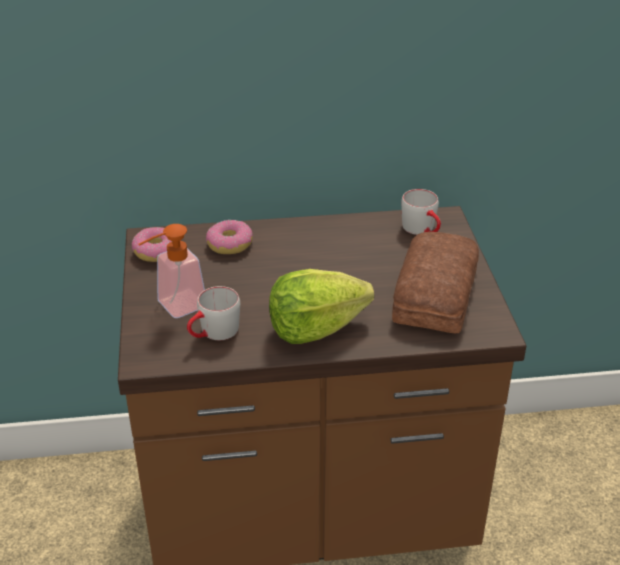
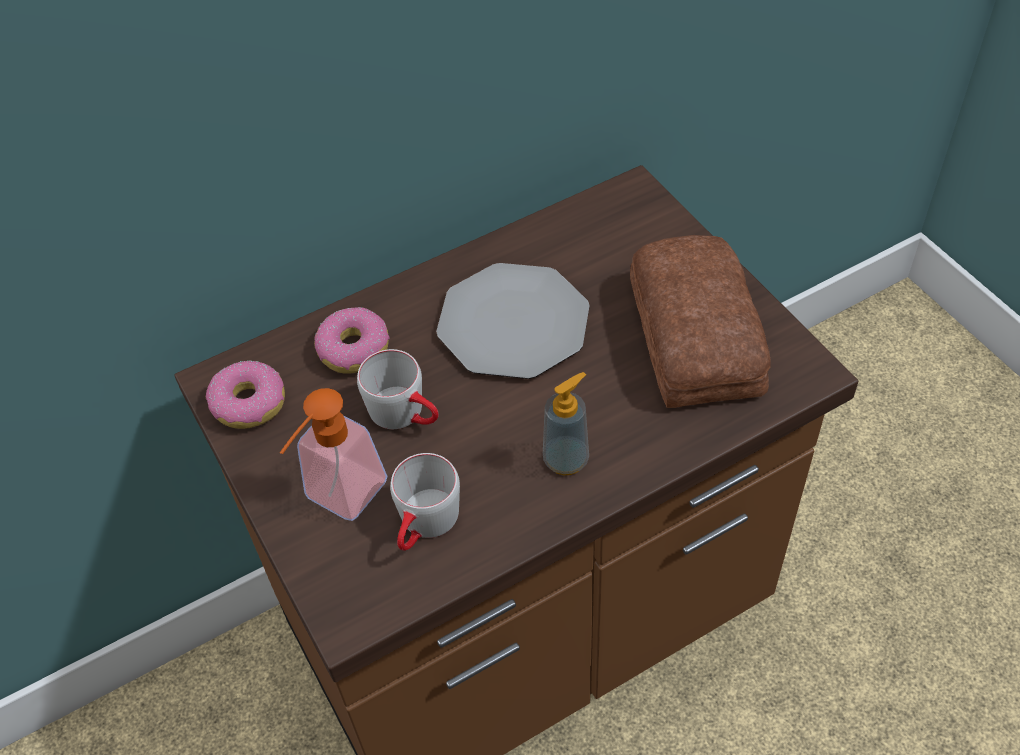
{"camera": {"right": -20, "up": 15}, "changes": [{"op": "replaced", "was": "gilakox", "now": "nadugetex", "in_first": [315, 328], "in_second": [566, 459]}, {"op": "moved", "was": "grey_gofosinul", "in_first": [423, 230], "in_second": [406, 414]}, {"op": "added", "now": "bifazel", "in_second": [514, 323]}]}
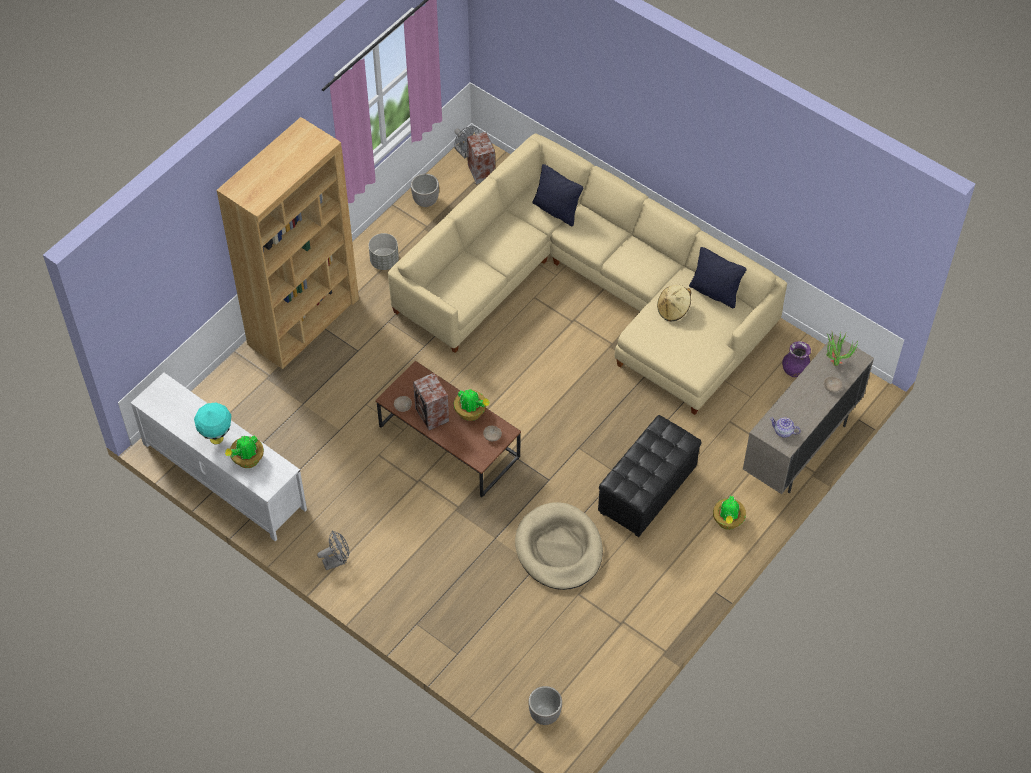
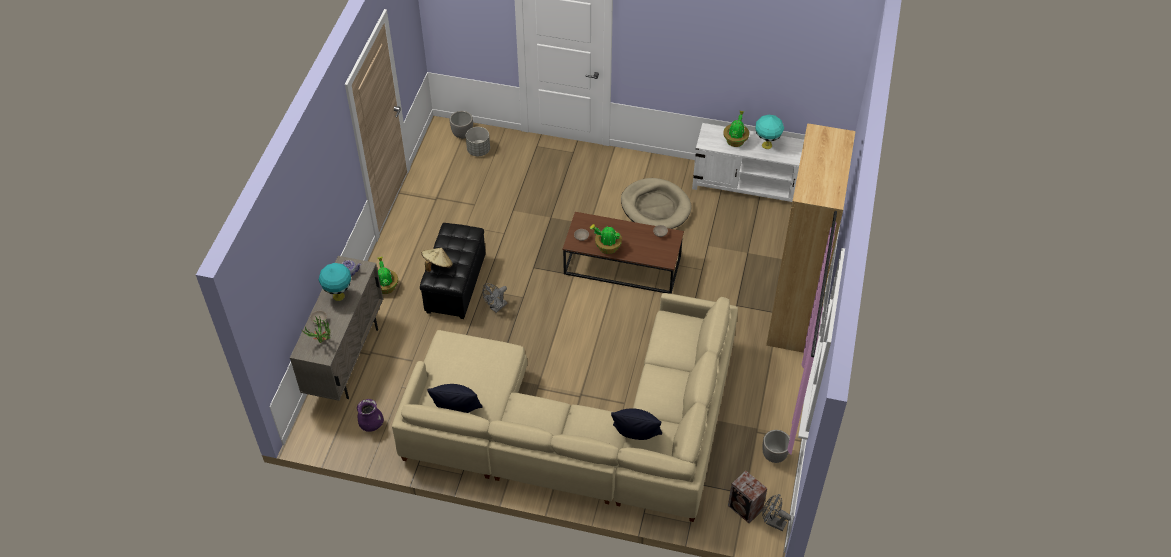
{"camera": {"right": 155, "up": -5}, "changes": [{"op": "moved", "was": "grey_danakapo", "in_first": [337, 561], "in_second": [496, 307]}, {"op": "moved", "was": "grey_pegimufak", "in_first": [384, 261], "in_second": [478, 150]}, {"op": "removed", "was": "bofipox", "in_first": [432, 416]}, {"op": "moved", "was": "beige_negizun", "in_first": [559, 549], "in_second": [655, 207]}, {"op": "moved", "was": "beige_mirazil", "in_first": [673, 310], "in_second": [437, 265]}, {"op": "added", "now": "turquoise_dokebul", "in_second": [339, 296]}]}
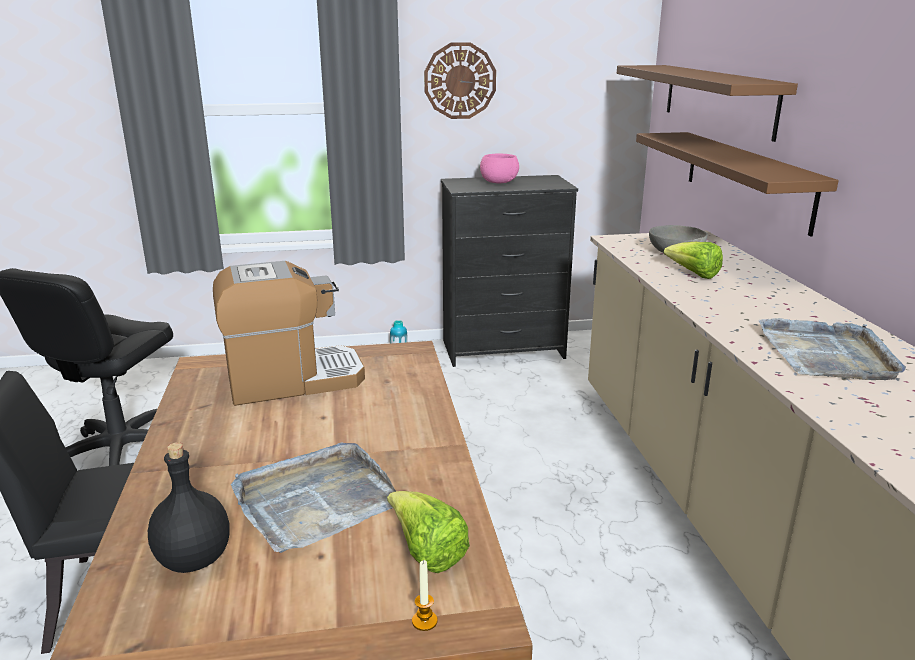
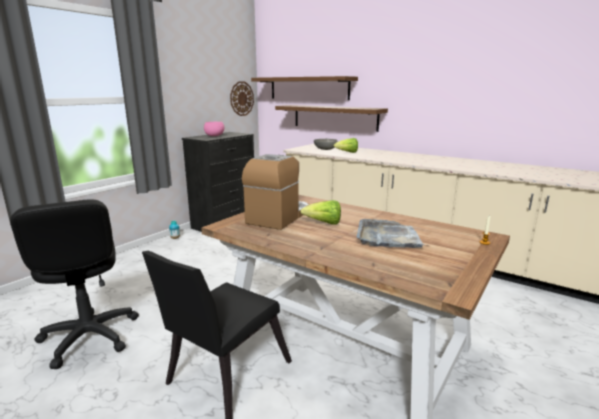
{"camera": {"right": -45, "up": -5}, "changes": [{"op": "removed", "was": "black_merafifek", "in_first": [194, 560]}, {"op": "moved", "was": "gilakox", "in_first": [426, 552], "in_second": [324, 223]}, {"op": "moved", "was": "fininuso", "in_first": [460, 81], "in_second": [241, 98]}, {"op": "removed", "was": "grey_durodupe", "in_first": [828, 354]}]}
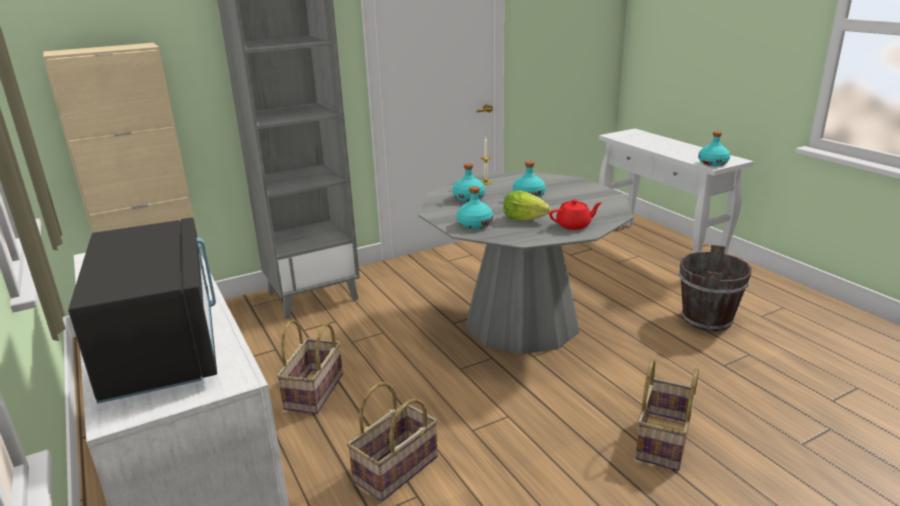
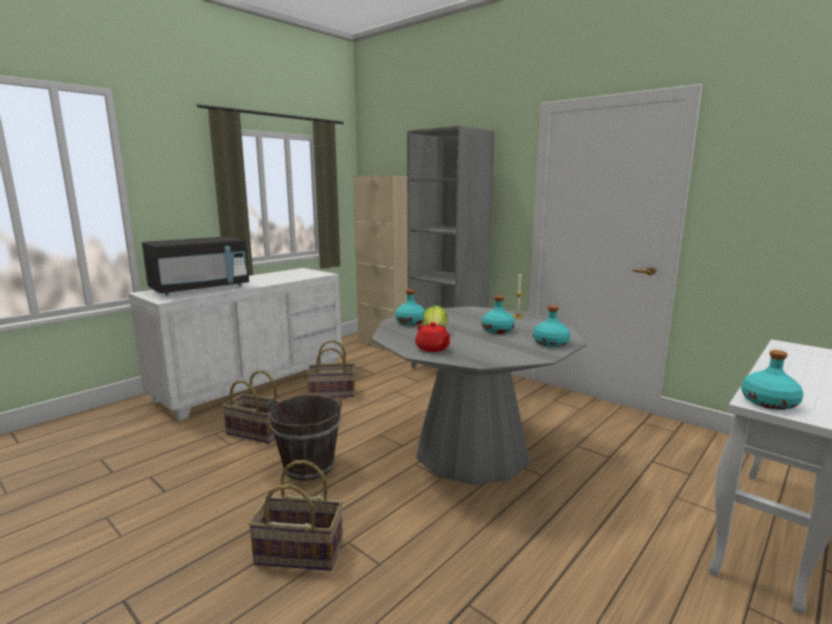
{"camera": {"right": 70, "up": -10}, "changes": [{"op": "moved", "was": "turquoise_merafifek", "in_first": [469, 198], "in_second": [550, 343]}, {"op": "moved", "was": "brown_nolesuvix", "in_first": [707, 319], "in_second": [308, 467]}]}
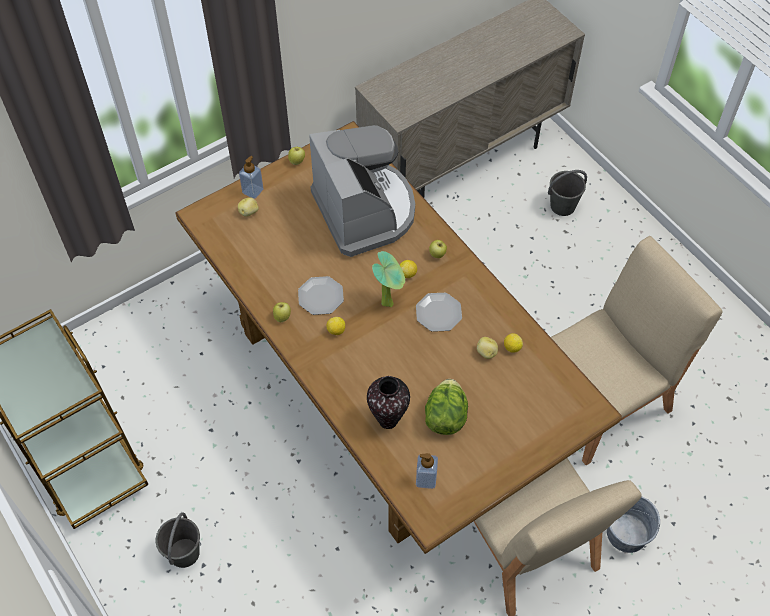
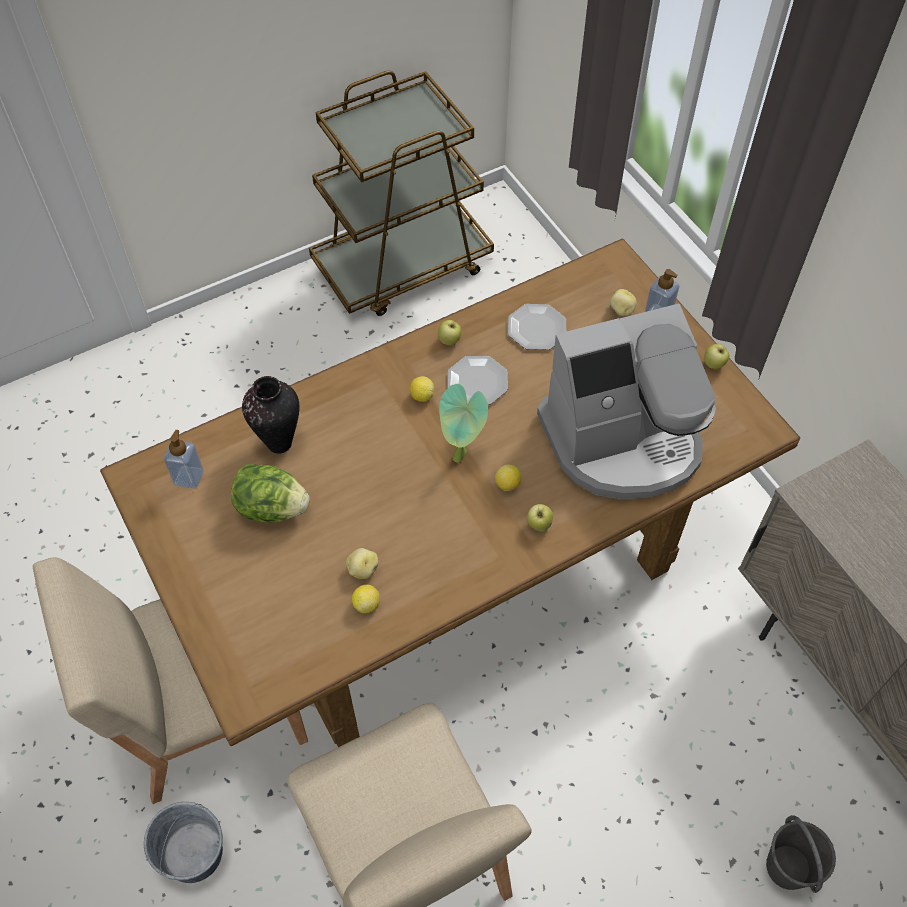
{"camera": {"right": 95, "up": 0}, "changes": [{"op": "removed", "was": "grey_nolesuvix", "in_first": [184, 552]}, {"op": "moved", "was": "bifazel", "in_first": [438, 313], "in_second": [537, 328]}]}
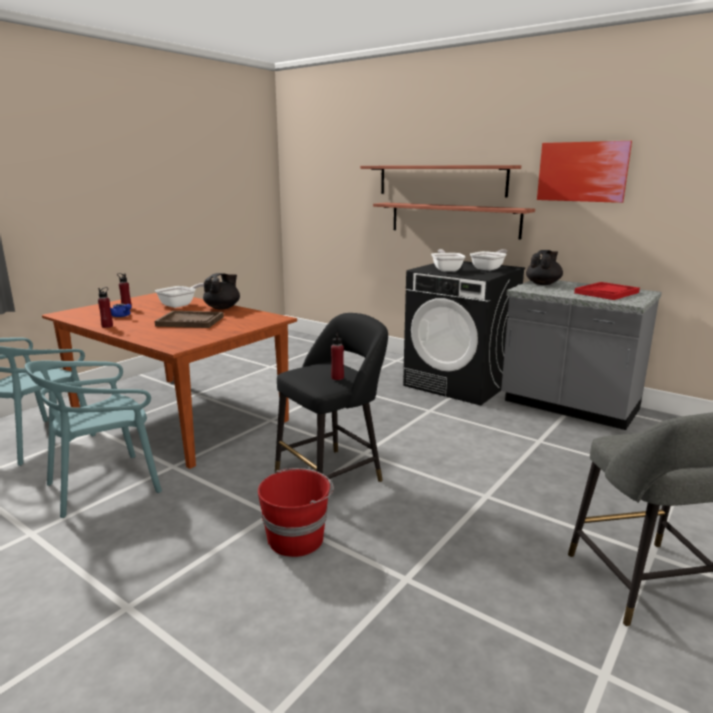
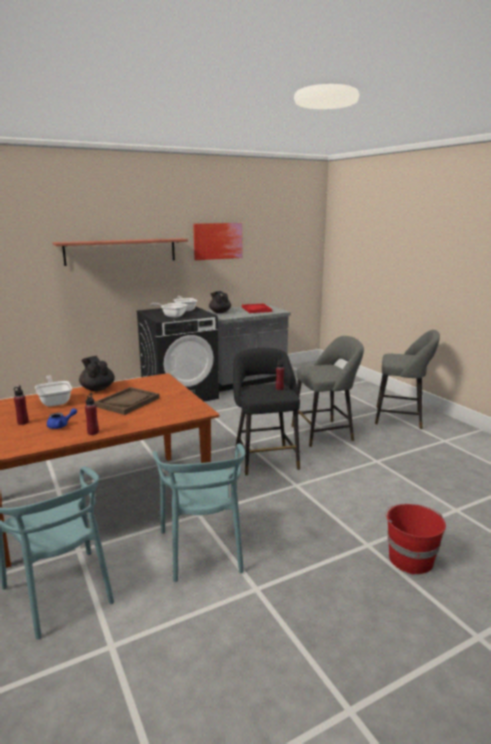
{"camera": {"right": -65, "up": 0}, "changes": [{"op": "moved", "was": "red_nolesuvix", "in_first": [297, 538], "in_second": [410, 558]}, {"op": "removed", "was": "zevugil", "in_first": [453, 220]}, {"op": "added", "now": "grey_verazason", "in_second": [325, 433]}]}
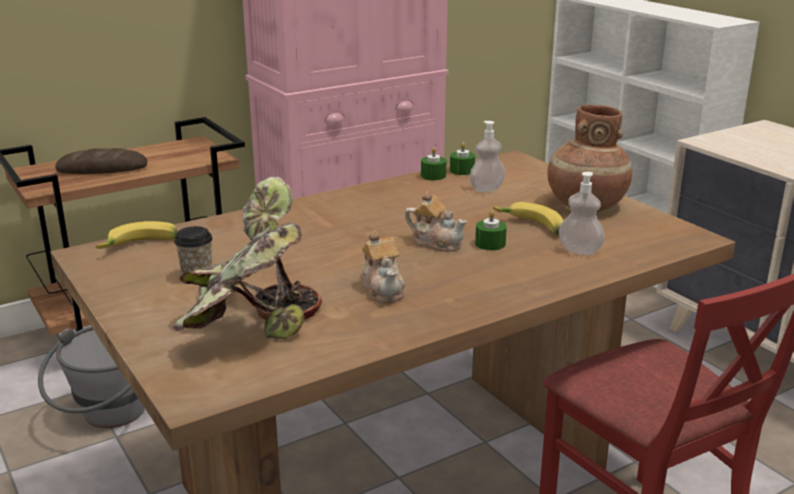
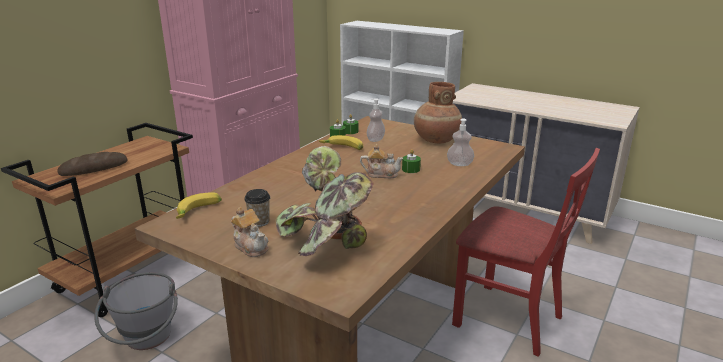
{"camera": {"right": -25, "up": 0}, "changes": [{"op": "moved", "was": "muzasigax", "in_first": [383, 289], "in_second": [251, 246]}, {"op": "moved", "was": "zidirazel", "in_first": [530, 227], "in_second": [343, 148]}]}
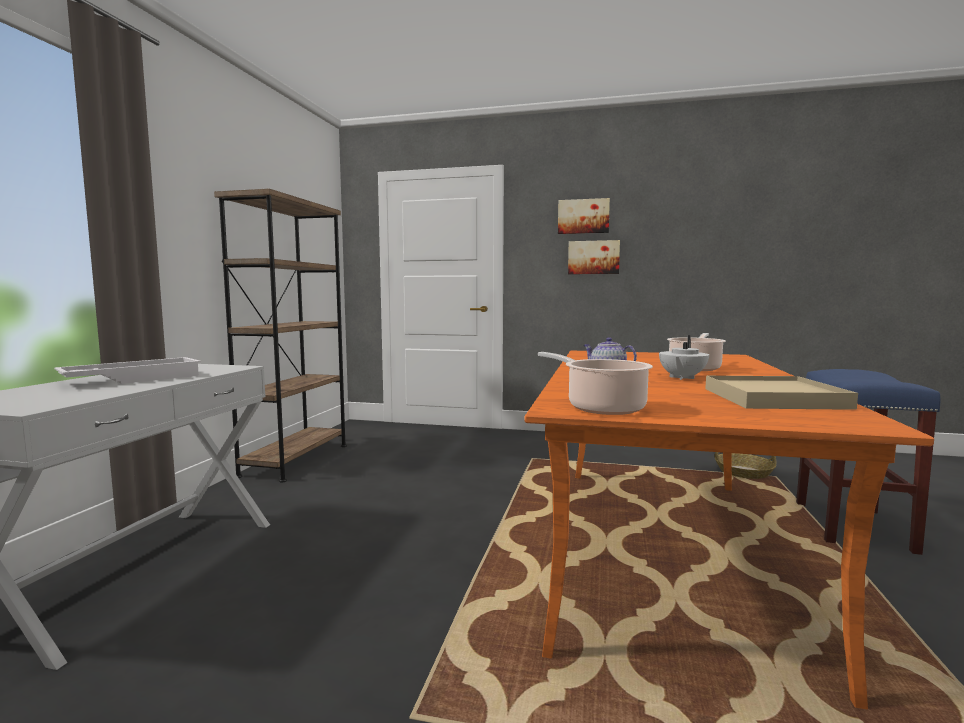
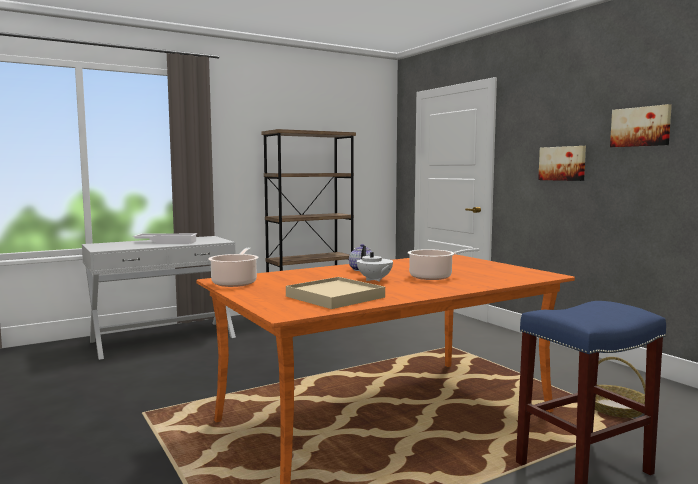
{"camera": {"right": 45, "up": 0}, "changes": [{"op": "moved", "was": "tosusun", "in_first": [583, 216], "in_second": [641, 126]}, {"op": "turned", "was": "white_muzasigax", "in_first": [681, 378], "in_second": [374, 280], "clockwise": -105}]}
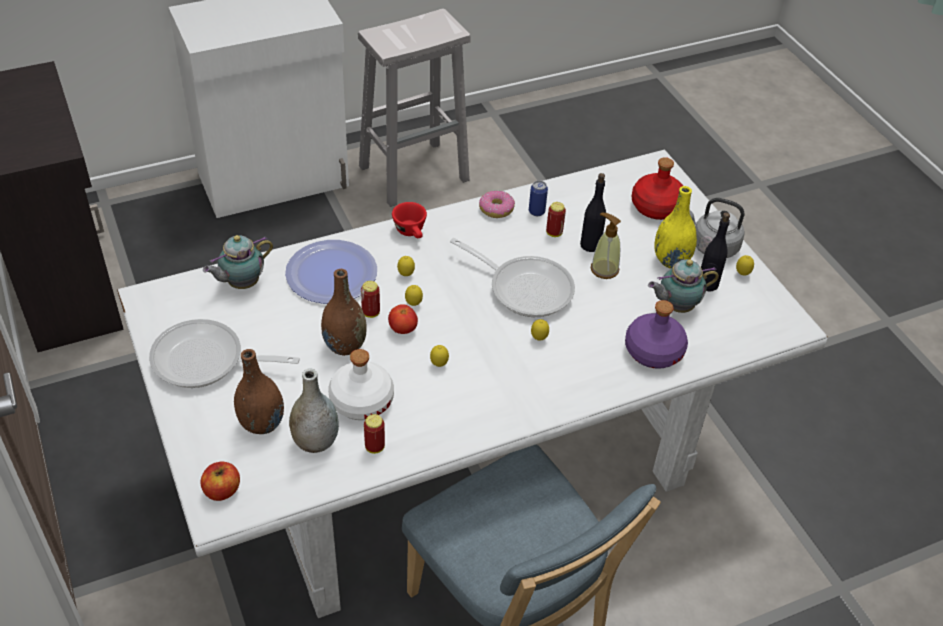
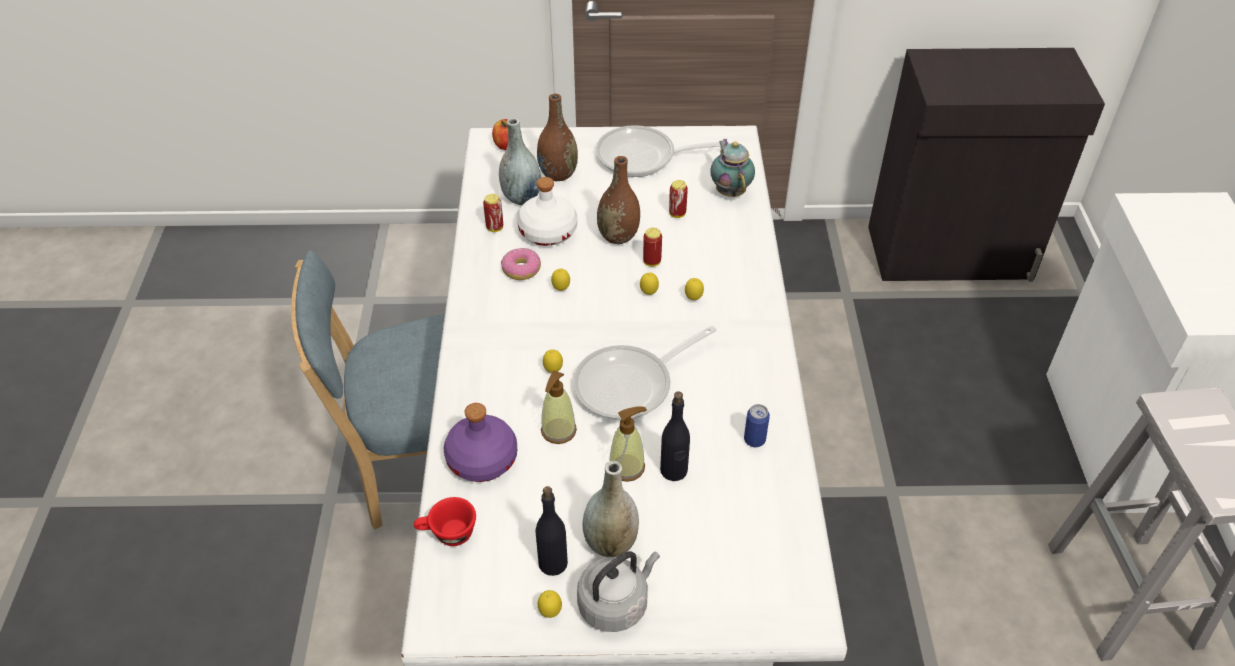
{"camera": {"right": 115, "up": 0}, "changes": [{"op": "turned", "was": "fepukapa", "in_first": [206, 361], "in_second": [643, 157], "clockwise": -120}, {"op": "removed", "was": "bifazel", "in_first": [331, 274]}, {"op": "removed", "was": "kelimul", "in_first": [403, 329]}, {"op": "moved", "was": "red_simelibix", "in_first": [411, 232], "in_second": [447, 534]}, {"op": "moved", "was": "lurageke", "in_first": [496, 209], "in_second": [521, 270]}, {"op": "moved", "was": "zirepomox", "in_first": [554, 233], "in_second": [677, 214]}, {"op": "removed", "was": "red_merafifek", "in_first": [656, 207]}, {"op": "removed", "was": "muzasigax", "in_first": [676, 306]}, {"op": "recoloured", "was": "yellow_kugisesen", "now": "grey_kugisesen", "in_first": [671, 260], "in_second": [610, 543]}, {"op": "added", "now": "nadugetex", "in_second": [558, 431]}]}
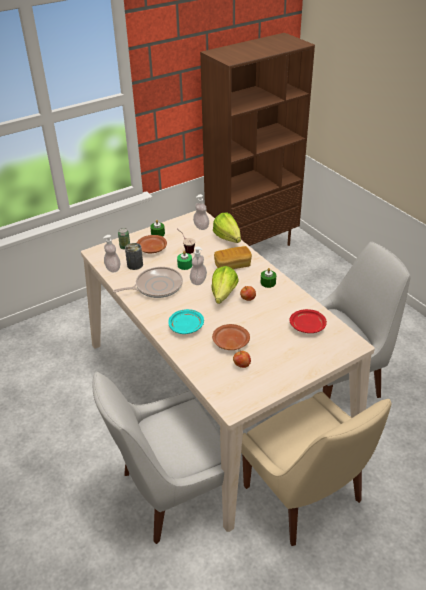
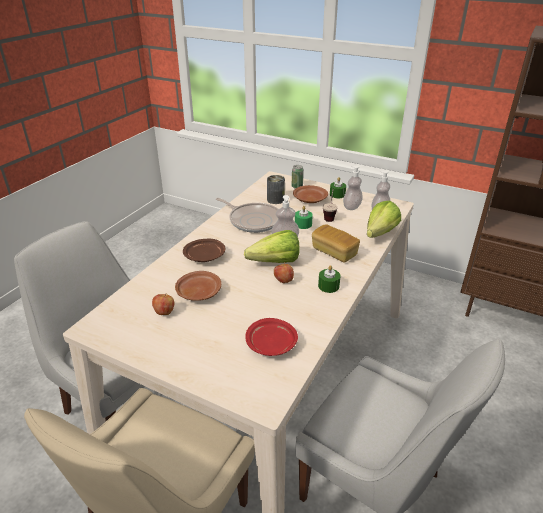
{"camera": {"right": 60, "up": -5}, "changes": [{"op": "moved", "was": "nadugetex", "in_first": [113, 268], "in_second": [352, 207]}, {"op": "recoloured", "was": "turquoise_bifazel", "now": "brown_bifazel", "in_first": [186, 326], "in_second": [205, 256]}]}
